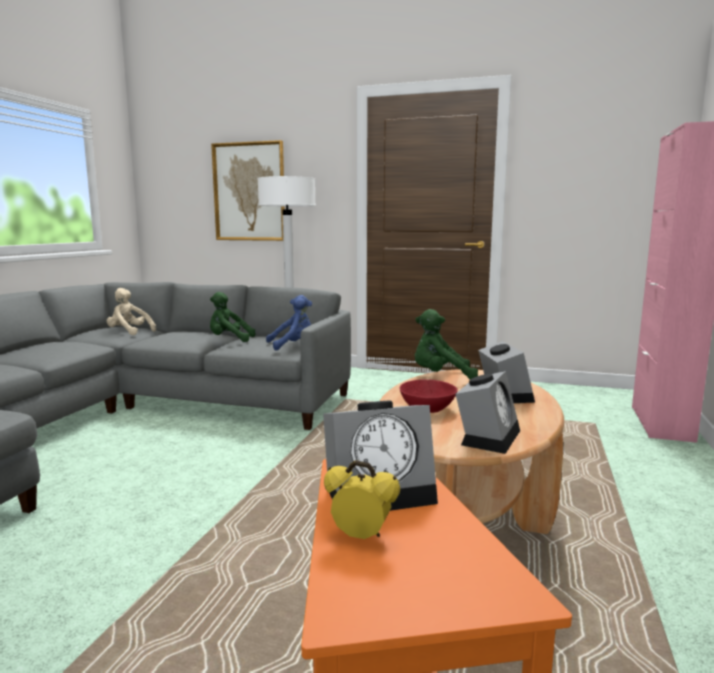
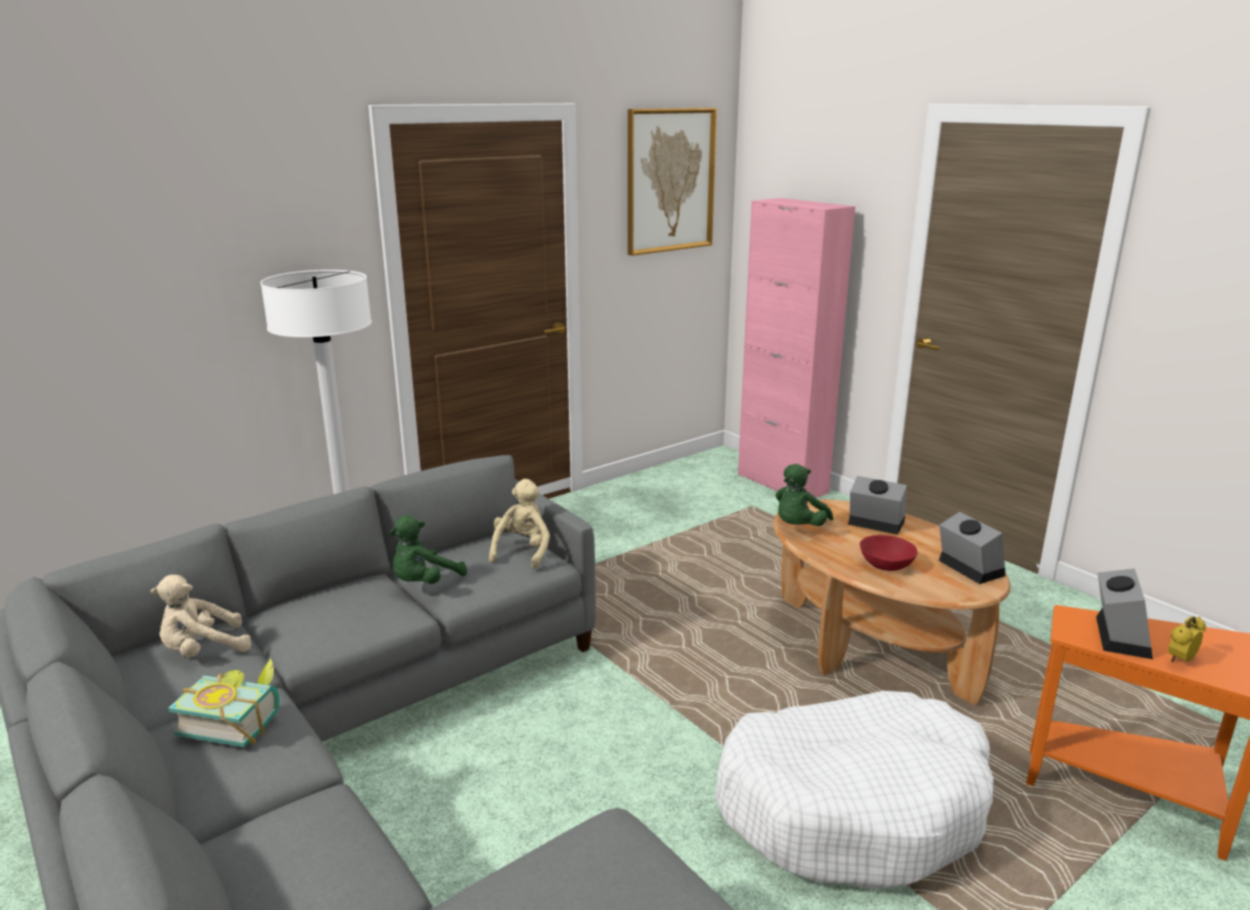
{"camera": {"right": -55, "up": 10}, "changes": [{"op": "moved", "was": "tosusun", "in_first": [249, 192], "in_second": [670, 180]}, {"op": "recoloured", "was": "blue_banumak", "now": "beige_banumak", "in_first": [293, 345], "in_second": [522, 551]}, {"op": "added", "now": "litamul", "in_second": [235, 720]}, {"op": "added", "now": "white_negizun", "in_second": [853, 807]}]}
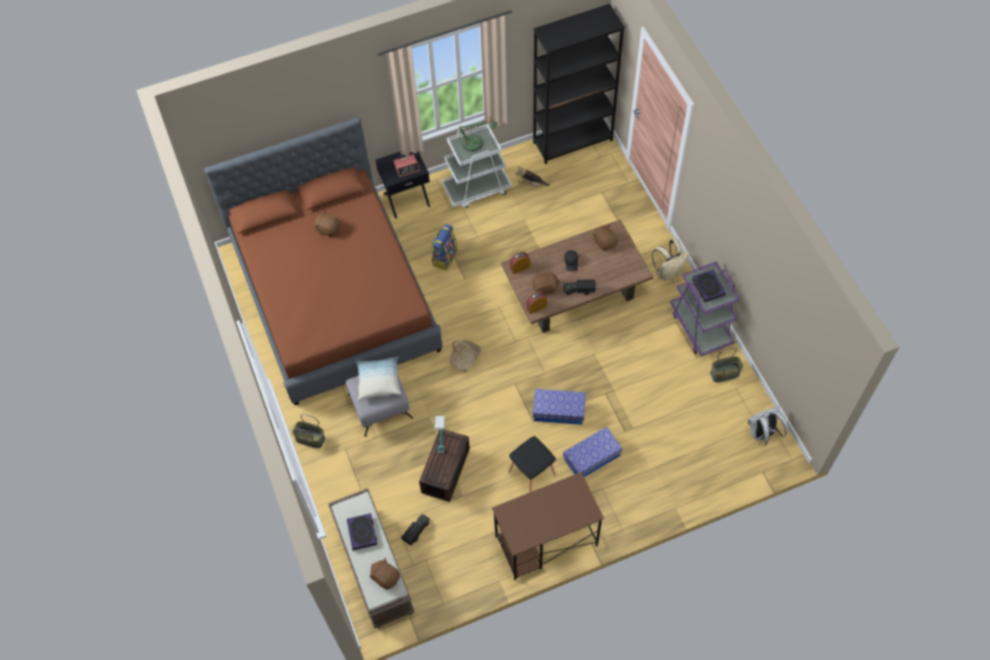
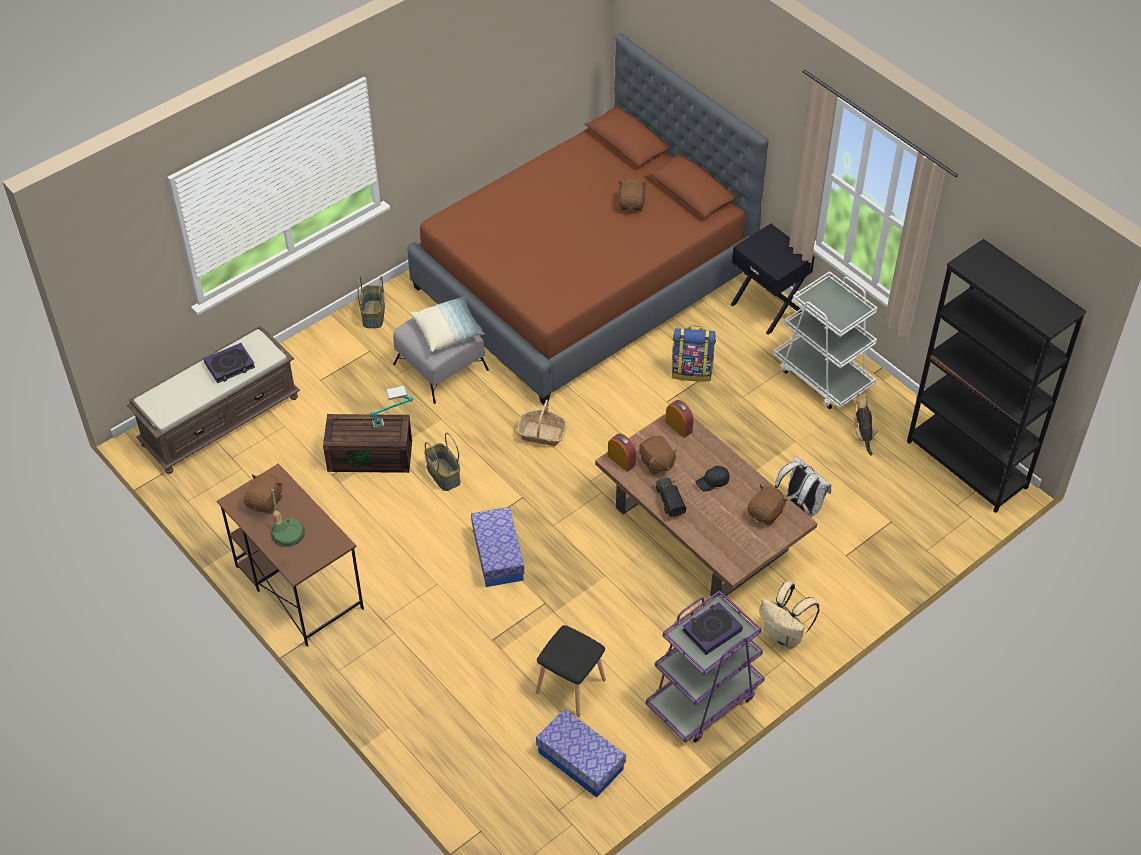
{"camera": {"right": 70, "up": -10}, "changes": [{"op": "moved", "was": "brown_banumak", "in_first": [385, 577], "in_second": [265, 502]}, {"op": "removed", "was": "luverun", "in_first": [407, 167]}, {"op": "removed", "was": "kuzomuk", "in_first": [417, 531]}, {"op": "moved", "was": "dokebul", "in_first": [476, 144], "in_second": [287, 538]}, {"op": "moved", "was": "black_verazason", "in_first": [532, 472], "in_second": [572, 686]}, {"op": "moved", "was": "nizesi", "in_first": [591, 457], "in_second": [580, 760]}, {"op": "moved", "was": "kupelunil", "in_first": [724, 374], "in_second": [442, 475]}, {"op": "moved", "was": "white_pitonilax", "in_first": [762, 434], "in_second": [800, 507]}]}
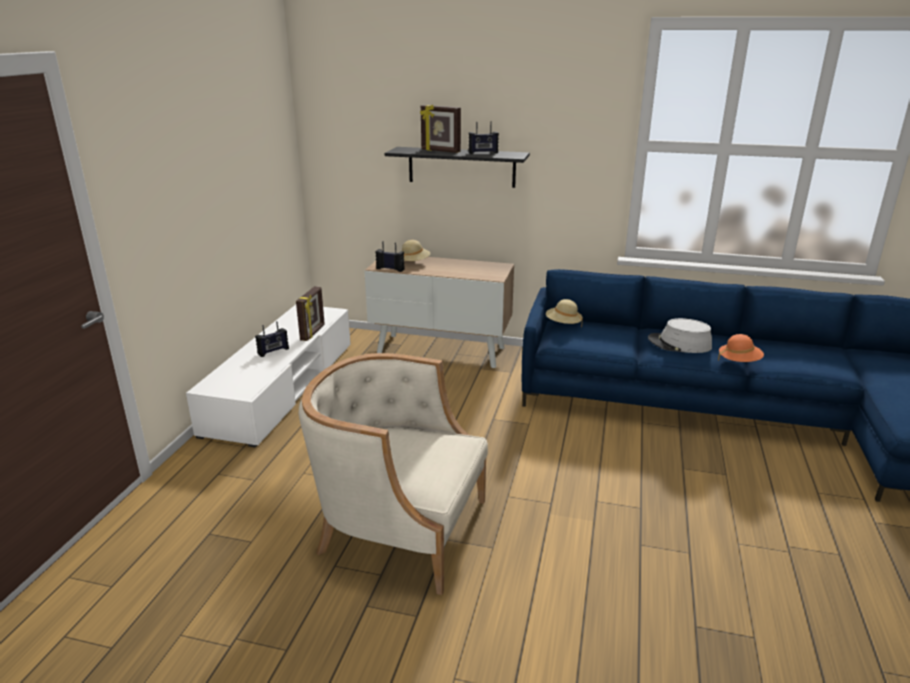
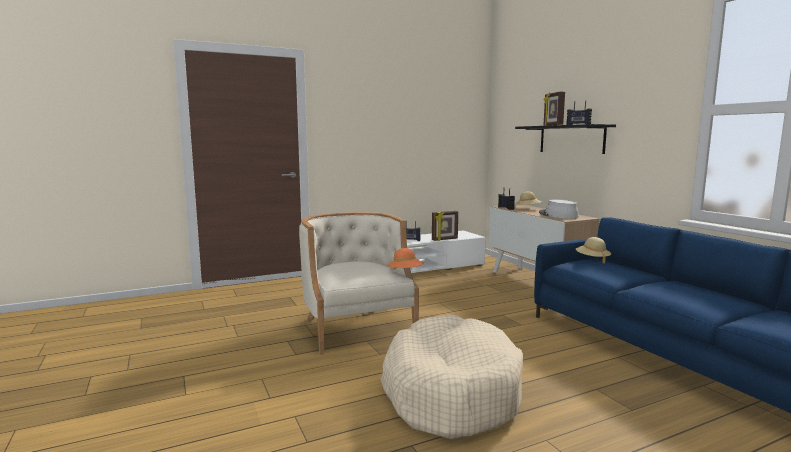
{"camera": {"right": 50, "up": -15}, "changes": [{"op": "moved", "was": "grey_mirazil", "in_first": [679, 344], "in_second": [558, 215]}, {"op": "moved", "was": "orange_mirazil", "in_first": [739, 361], "in_second": [405, 273]}, {"op": "added", "now": "beige_negizun", "in_second": [450, 391]}]}
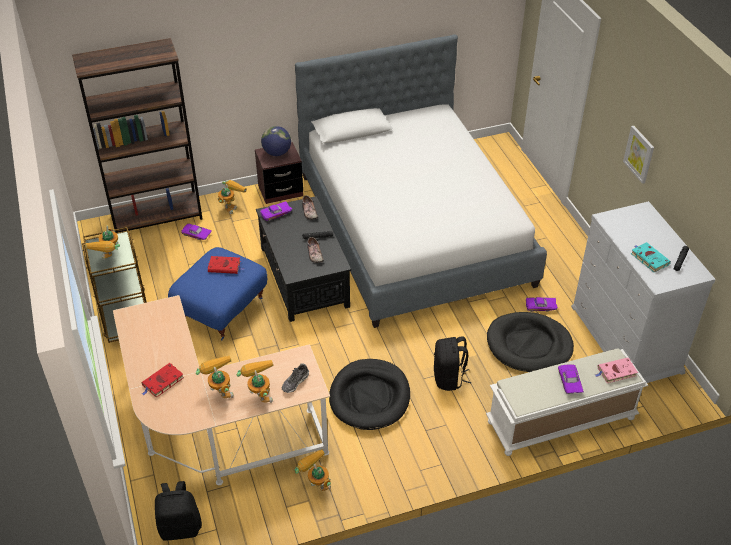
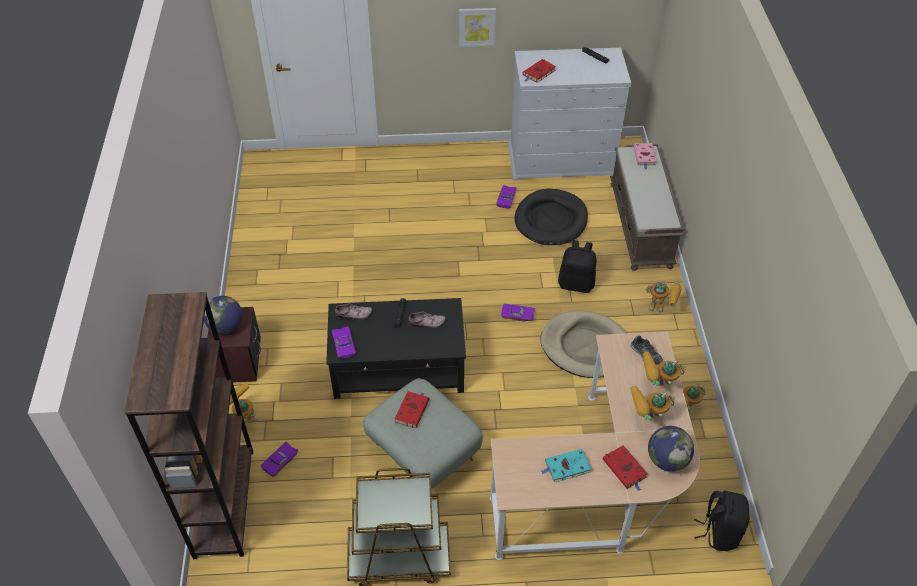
{"camera": {"right": -75, "up": 5}, "changes": [{"op": "moved", "was": "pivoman", "in_first": [110, 259], "in_second": [661, 307]}, {"op": "recoloured", "was": "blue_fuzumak", "now": "grey_fuzumak", "in_first": [221, 309], "in_second": [422, 453]}, {"op": "removed", "was": "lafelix", "in_first": [413, 229]}, {"op": "recoloured", "was": "black_negizun", "now": "beige_negizun", "in_first": [370, 397], "in_second": [585, 346]}, {"op": "recoloured", "was": "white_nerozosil", "now": "brown_nerozosil", "in_first": [560, 421], "in_second": [641, 225]}, {"op": "moved", "was": "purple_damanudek", "in_first": [568, 382], "in_second": [517, 316]}, {"op": "moved", "was": "turquoise_litamul", "in_first": [649, 258], "in_second": [566, 467]}, {"op": "added", "now": "red_litamul", "in_second": [538, 73]}, {"op": "added", "now": "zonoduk", "in_second": [667, 460]}]}
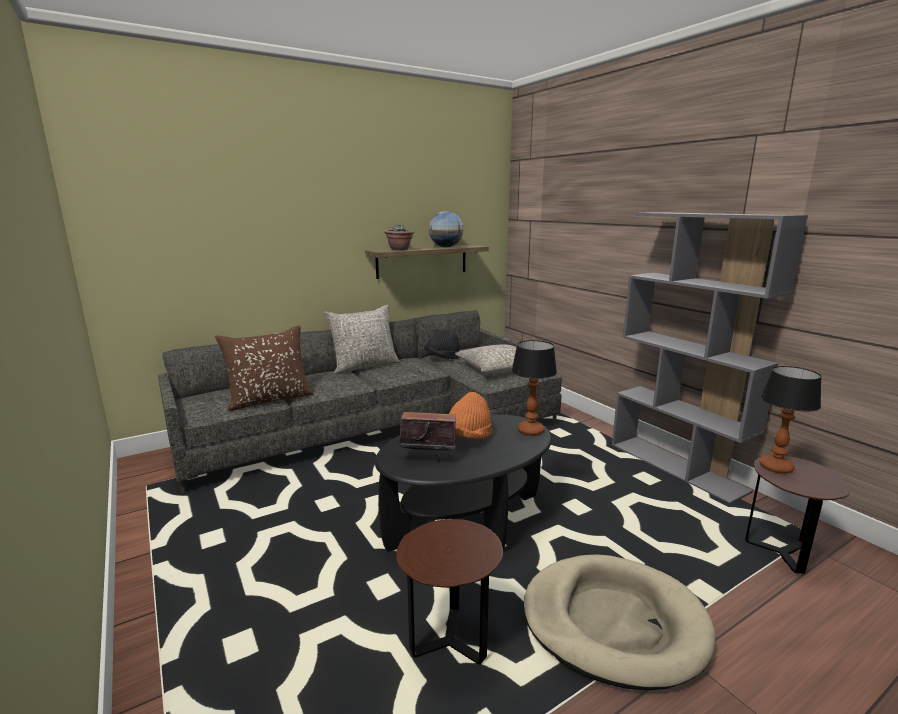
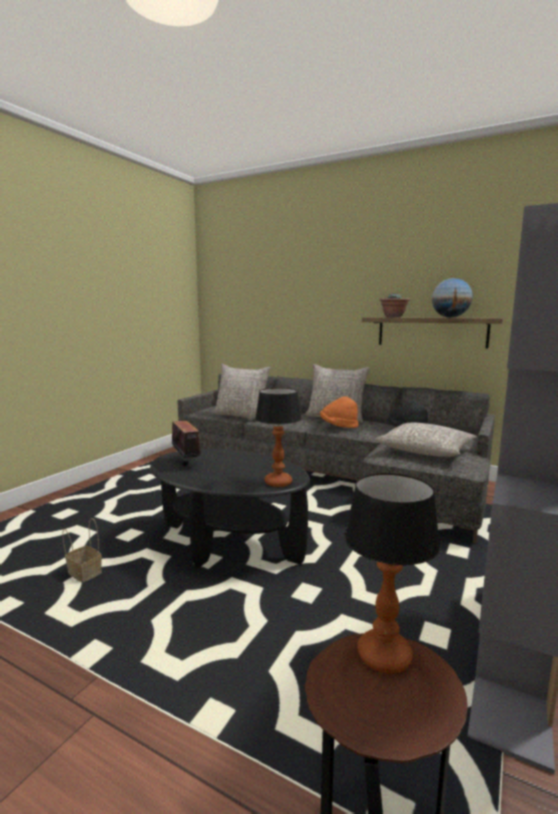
{"camera": {"right": 60, "up": -5}, "changes": [{"op": "recoloured", "was": "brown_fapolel", "now": "grey_fapolel", "in_first": [269, 399], "in_second": [241, 416]}, {"op": "replaced", "was": "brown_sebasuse", "now": "kupelunil", "in_first": [449, 642], "in_second": [83, 574]}, {"op": "moved", "was": "orange_mirazil", "in_first": [467, 438], "in_second": [338, 426]}, {"op": "removed", "was": "beige_negizun", "in_first": [613, 622]}]}
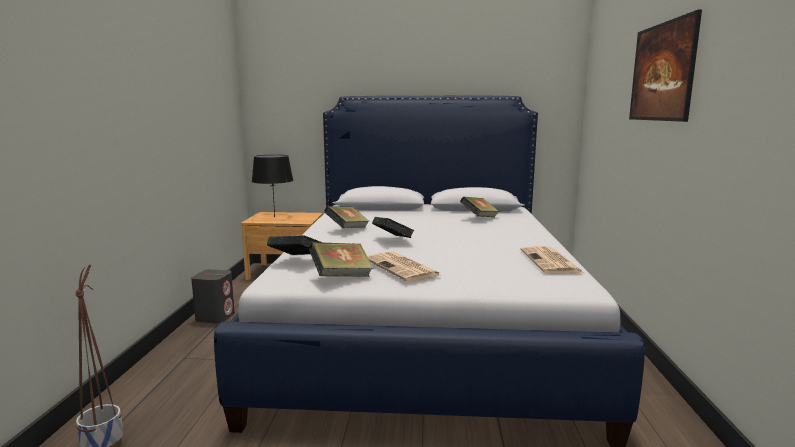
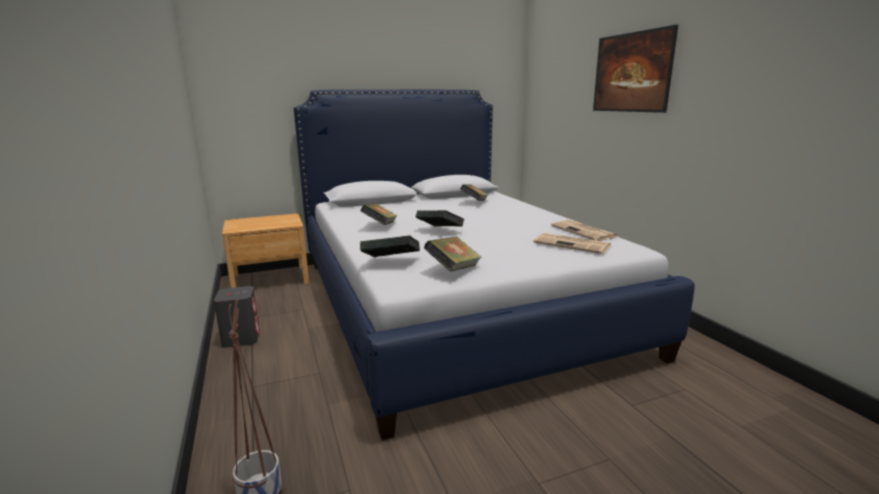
{"camera": {"right": -25, "up": 5}, "changes": [{"op": "removed", "was": "black_dokebul", "in_first": [274, 216]}, {"op": "moved", "was": "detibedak", "in_first": [403, 268], "in_second": [573, 244]}]}
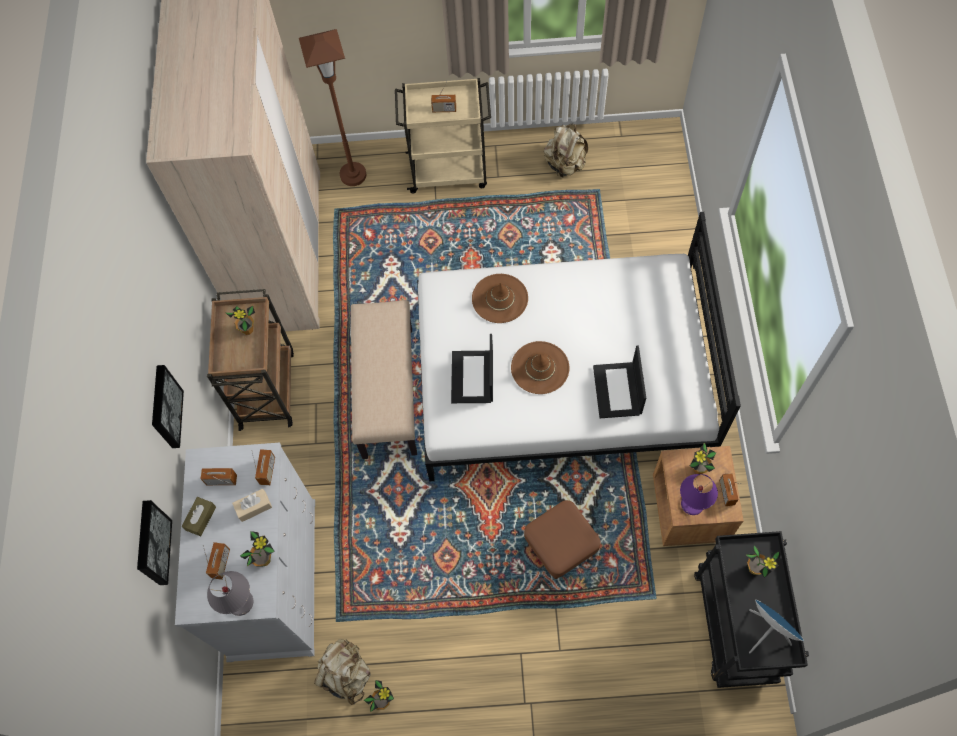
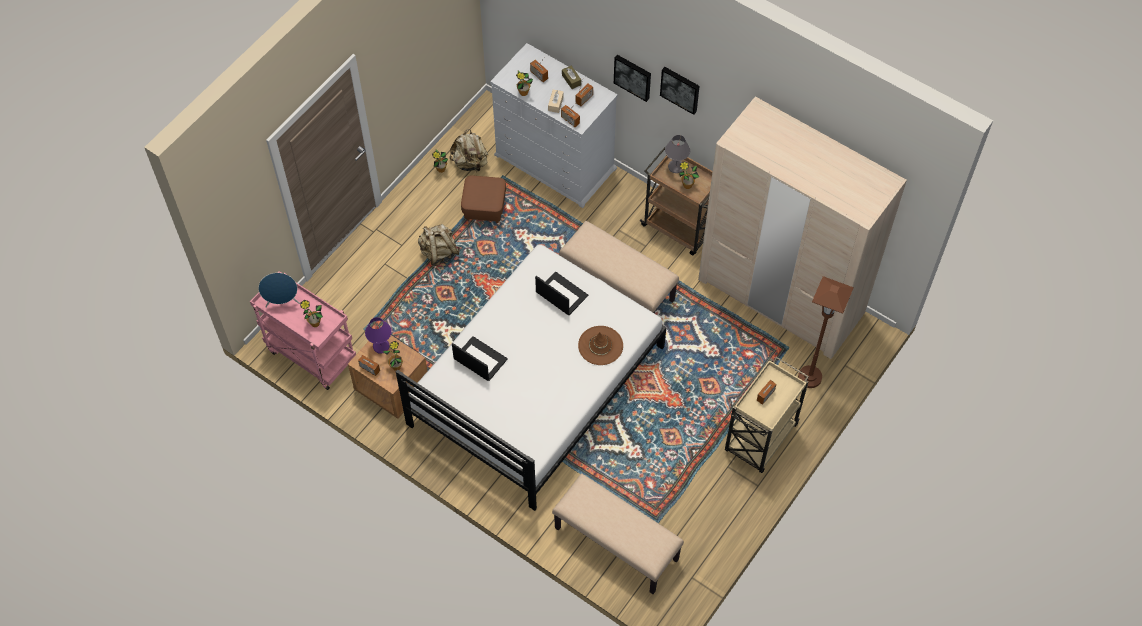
{"camera": {"right": 125, "up": -5}, "changes": [{"op": "moved", "was": "tosusun", "in_first": [151, 543], "in_second": [680, 89]}, {"op": "moved", "was": "grey_dokebul", "in_first": [240, 603], "in_second": [675, 167]}, {"op": "removed", "was": "brown_mirazil", "in_first": [540, 368]}, {"op": "moved", "was": "brown_fuzumak", "in_first": [560, 547], "in_second": [484, 208]}, {"op": "moved", "was": "beige_pitonilax", "in_first": [565, 165], "in_second": [439, 253]}, {"op": "recoloured", "was": "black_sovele", "now": "pink_sovele", "in_first": [735, 627], "in_second": [310, 354]}, {"op": "added", "now": "beige_nerozosil", "in_second": [615, 544]}]}
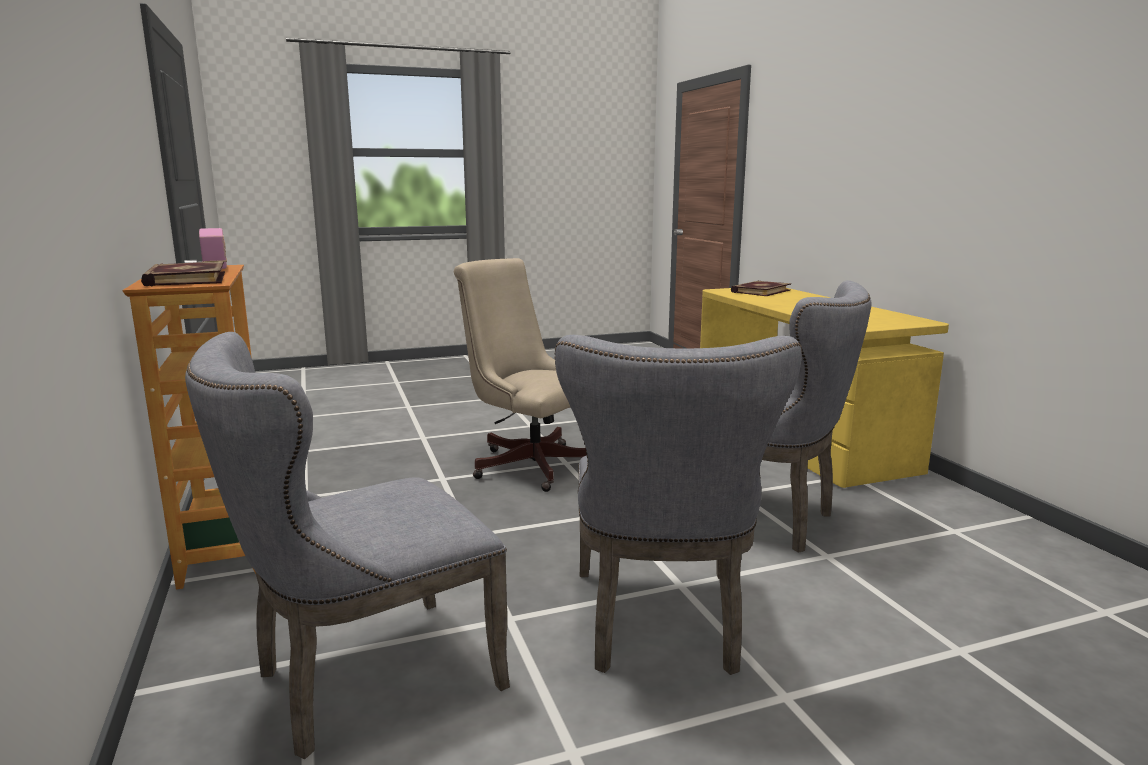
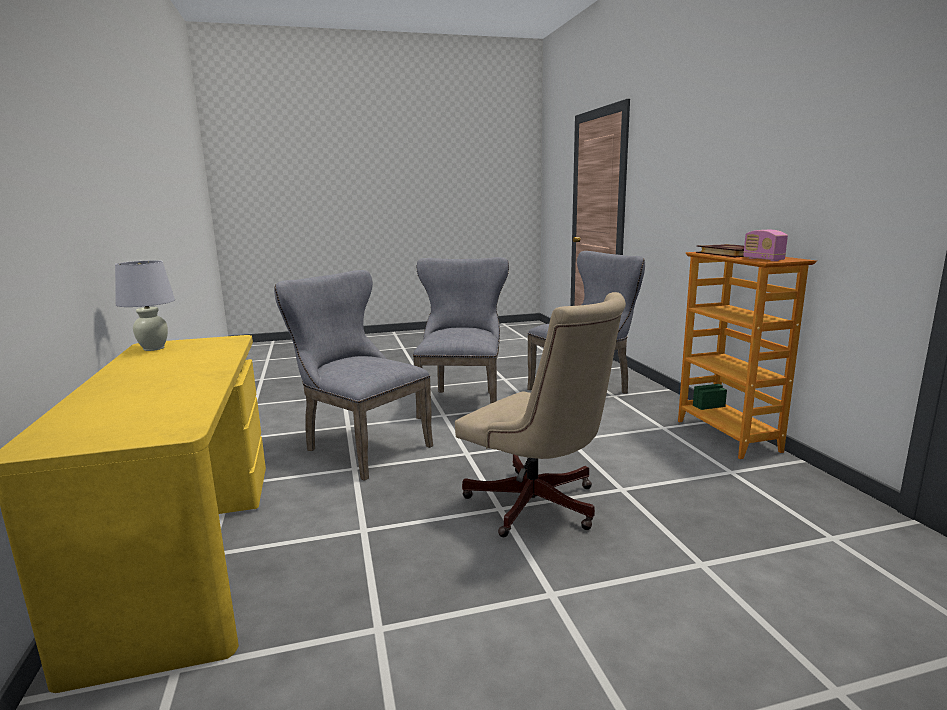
{"camera": {"right": -175, "up": 0}, "changes": [{"op": "removed", "was": "litamul", "in_first": [760, 291]}, {"op": "added", "now": "white_dokebul", "in_second": [154, 348]}]}
